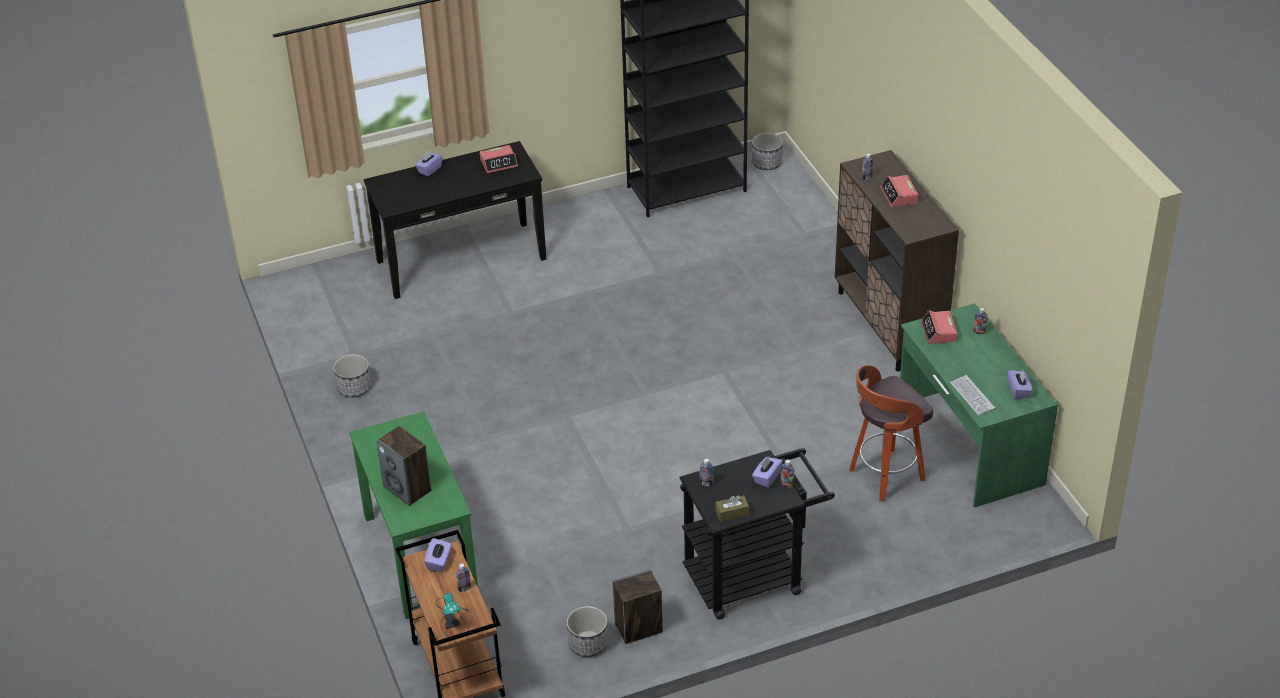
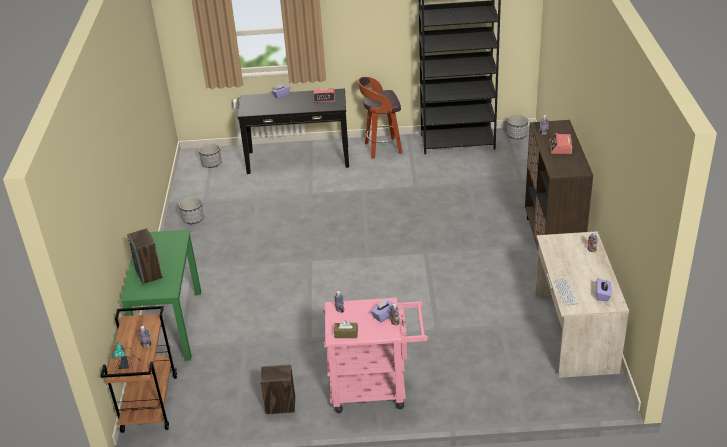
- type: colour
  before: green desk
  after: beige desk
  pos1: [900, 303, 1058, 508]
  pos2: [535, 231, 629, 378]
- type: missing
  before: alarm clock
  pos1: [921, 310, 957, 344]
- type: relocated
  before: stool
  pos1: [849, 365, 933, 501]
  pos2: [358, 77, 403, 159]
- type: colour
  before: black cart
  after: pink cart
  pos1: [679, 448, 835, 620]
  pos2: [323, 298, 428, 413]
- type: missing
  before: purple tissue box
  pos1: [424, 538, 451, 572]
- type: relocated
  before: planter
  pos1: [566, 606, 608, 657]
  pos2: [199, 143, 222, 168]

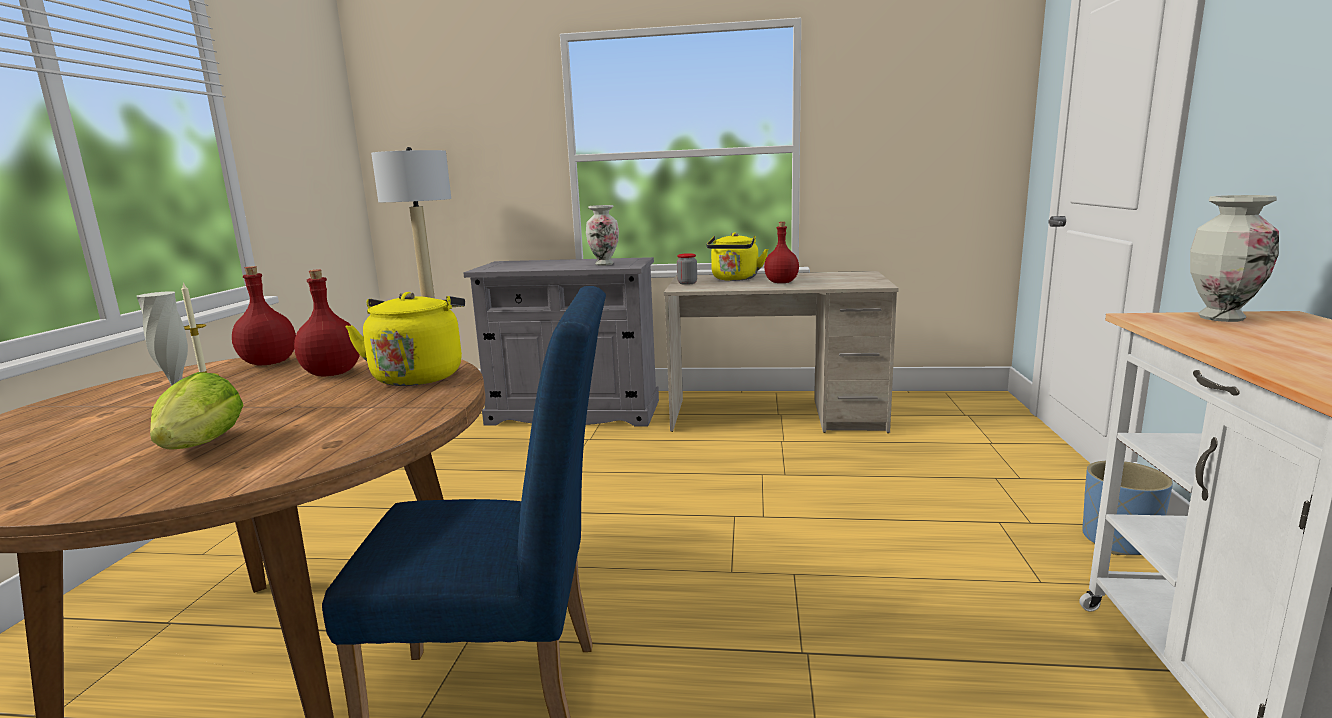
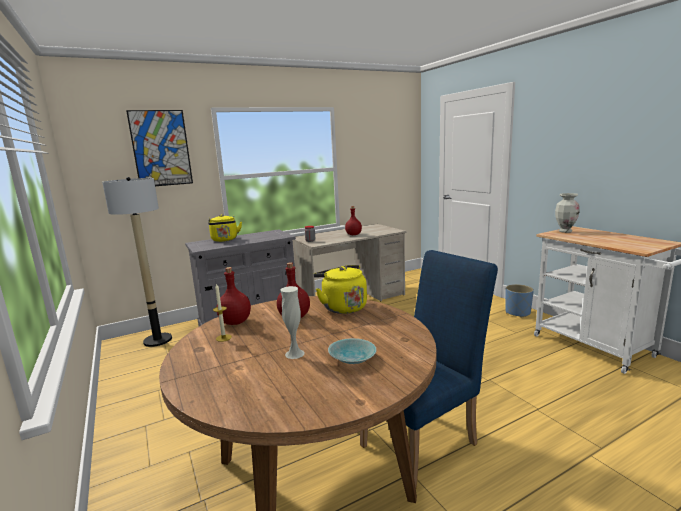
- type: missing
  before: vase
  pos1: [586, 205, 619, 266]
- type: relocated
  before: yellow kettle
  pos1: [706, 233, 768, 281]
  pos2: [208, 214, 242, 242]
- type: exchanged
  before: lettuce
  after: turquoise bowl
  pos1: [150, 372, 243, 450]
  pos2: [328, 338, 377, 364]
- type: appeared
  after: picture
  pos2: [126, 110, 193, 186]

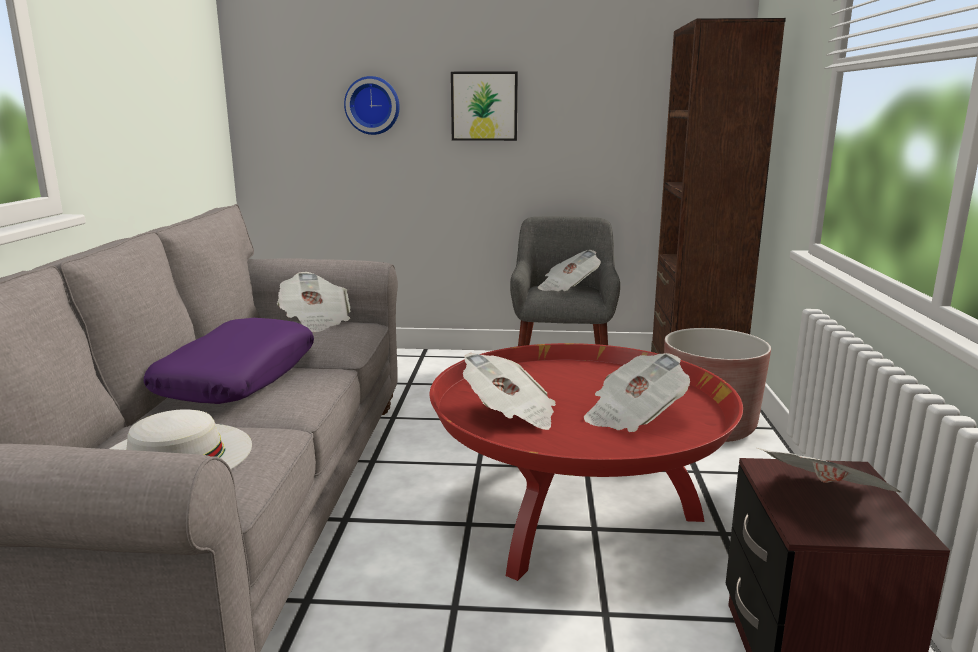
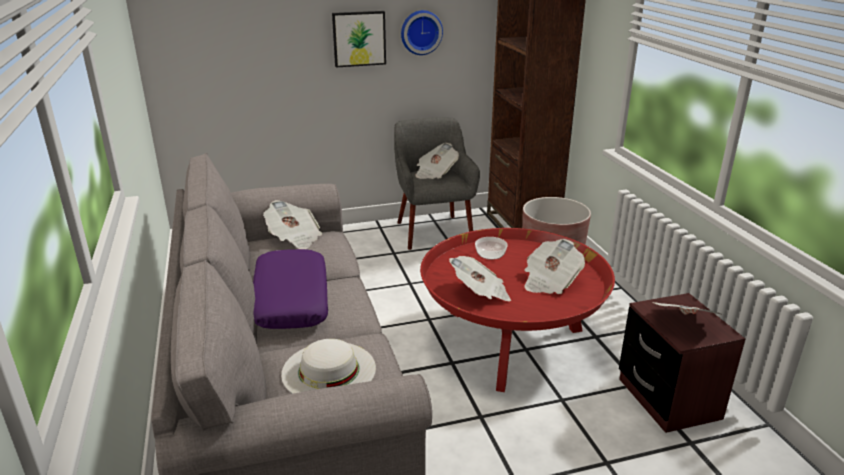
- type: relocated
  before: wall clock
  pos1: [344, 76, 400, 135]
  pos2: [401, 10, 443, 55]
- type: appeared
  after: bowl
  pos2: [475, 237, 508, 260]

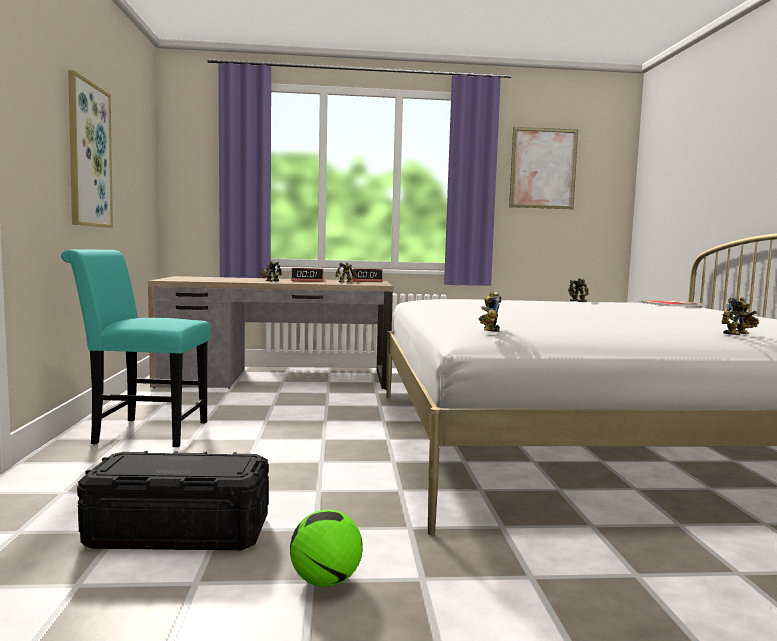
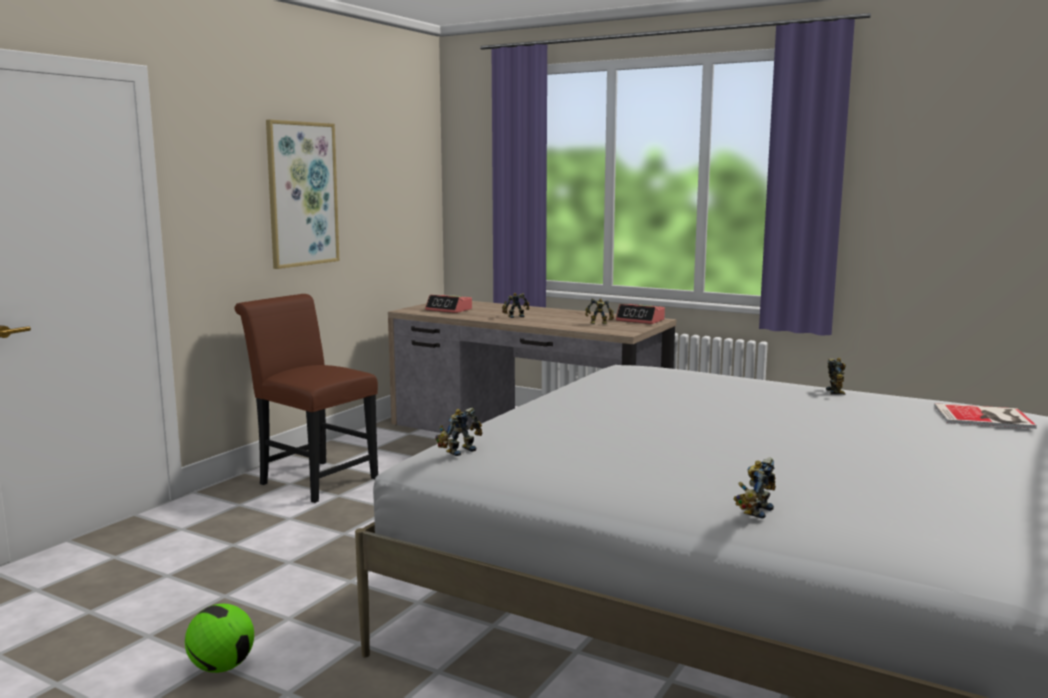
- type: missing
  before: picture
  pos1: [509, 127, 578, 209]
- type: colour
  before: turquoise chair
  after: brown chair
  pos1: [61, 250, 211, 447]
  pos2: [234, 294, 378, 503]
- type: relocated
  before: alarm clock
  pos1: [291, 268, 324, 282]
  pos2: [425, 295, 472, 313]
- type: spun
  before: toy robot
  pos1: [721, 297, 759, 335]
  pos2: [733, 458, 776, 519]
  turn: 120
- type: missing
  before: black storage box
  pos1: [77, 451, 269, 550]

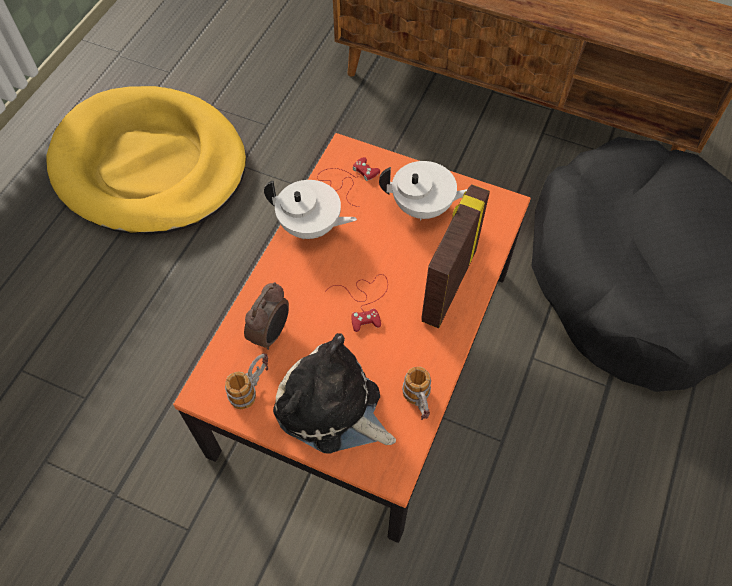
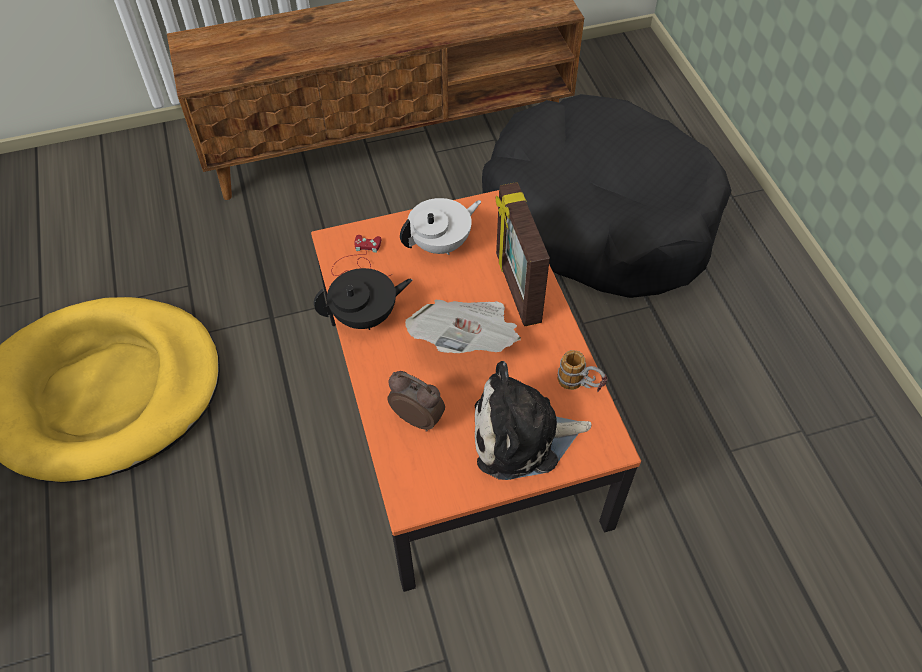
- type: colour
  before: white teapot
  after: black teapot
  pos1: [264, 180, 357, 239]
  pos2: [314, 268, 412, 330]
- type: exchanged
  before: red game controller
  after: newspaper
  pos1: [325, 274, 388, 332]
  pos2: [405, 300, 521, 353]
- type: spun
  before: alarm clock
  pos1: [244, 282, 289, 350]
  pos2: [387, 371, 445, 432]
  turn: -45
- type: missing
  before: mug
  pos1: [225, 353, 268, 409]

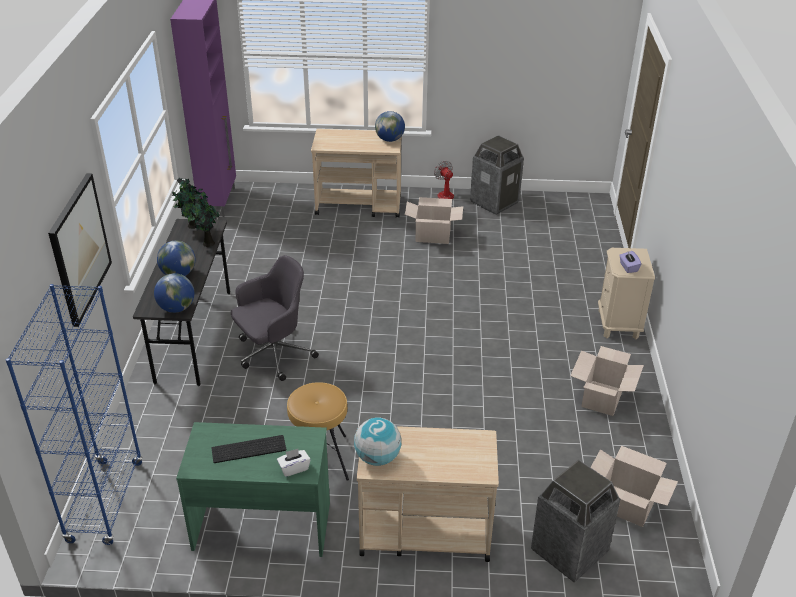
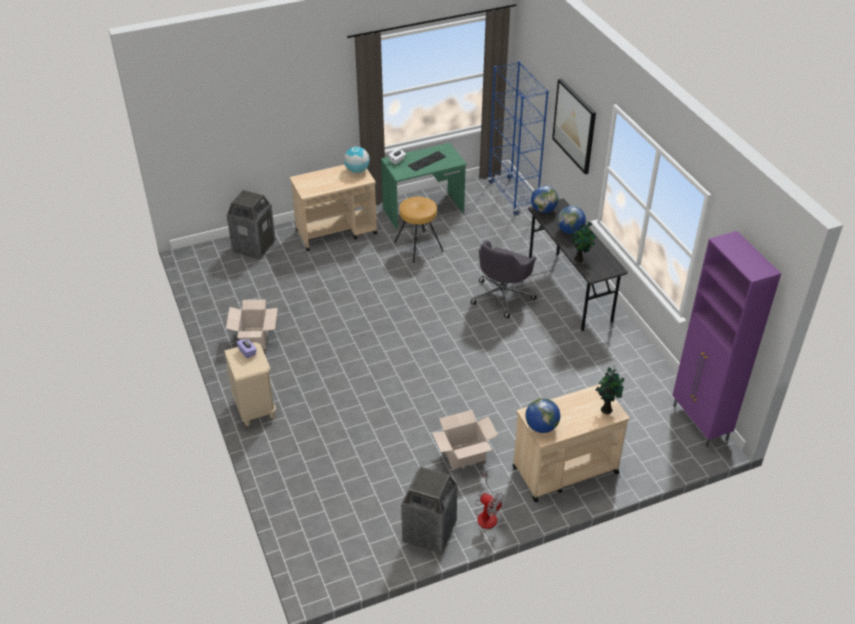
- type: relocated
  before: potted plant
  pos1: [172, 178, 206, 229]
  pos2: [595, 367, 625, 414]
- type: missing
  before: cardboard box
  pos1: [591, 446, 678, 527]

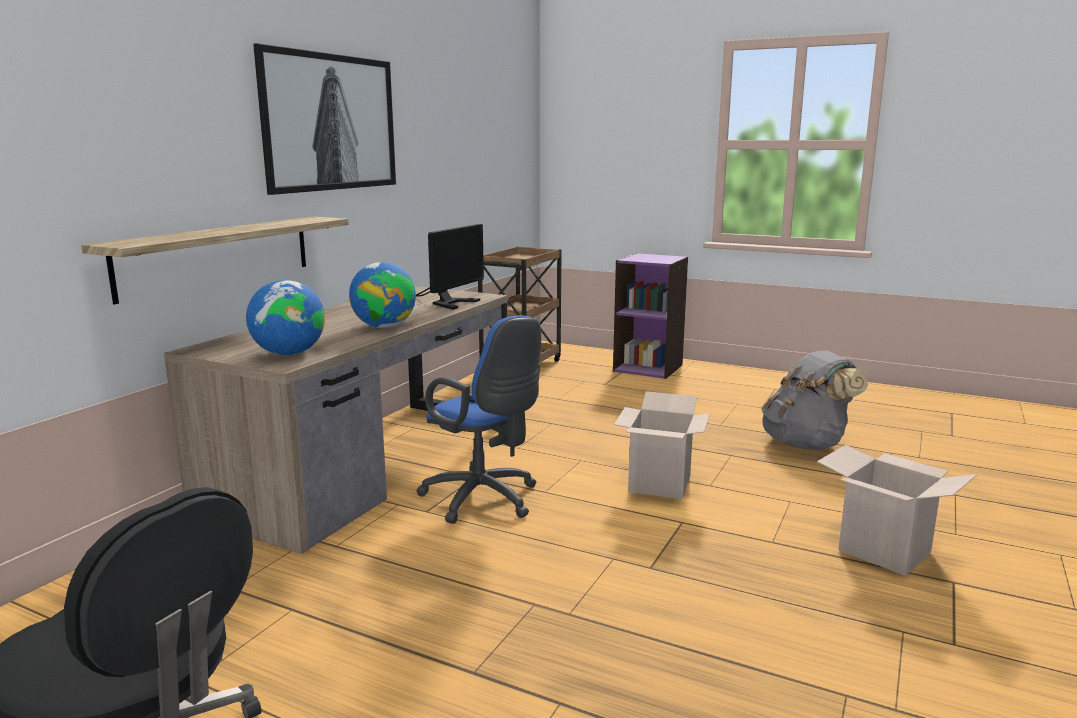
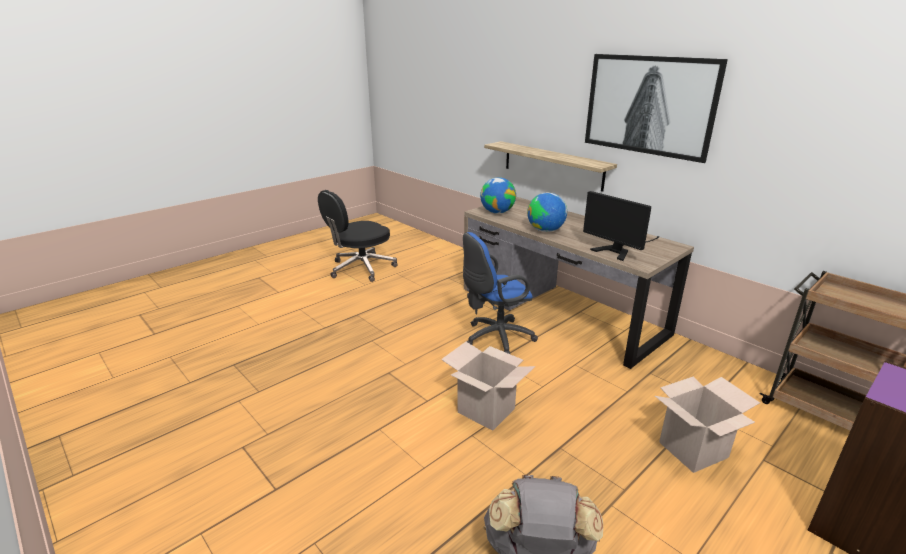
- type: relocated
  before: cardboard box
  pos1: [817, 445, 977, 576]
  pos2: [655, 376, 760, 473]

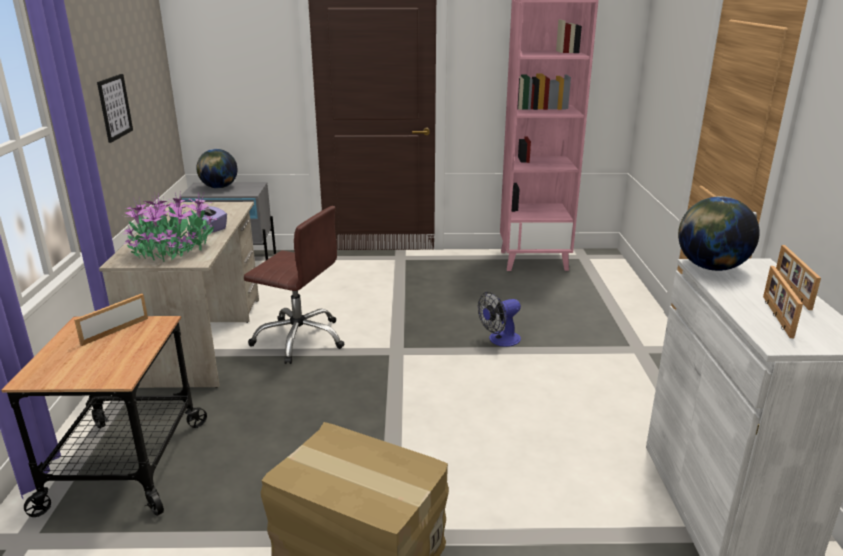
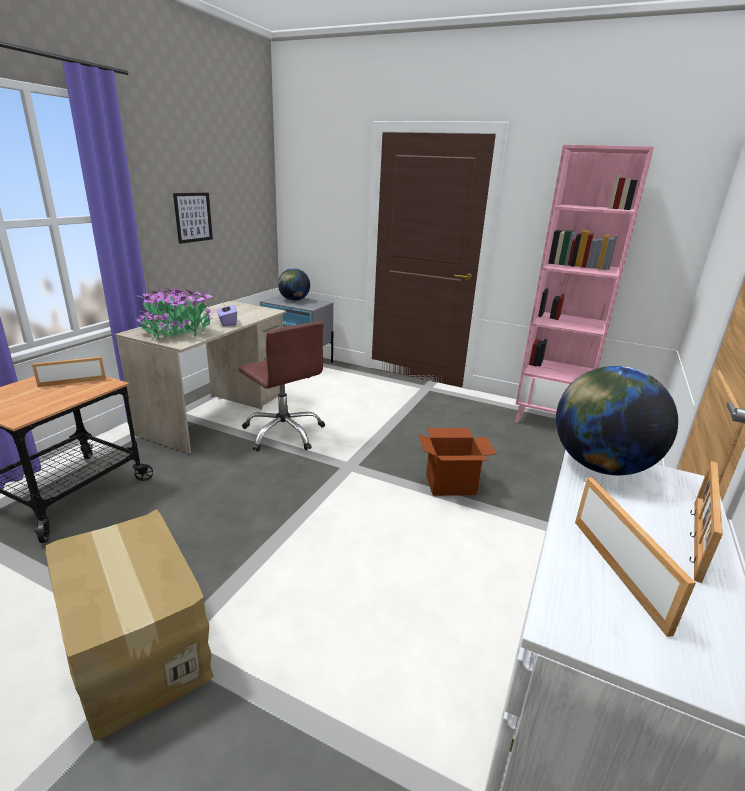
- type: spun
  before: picture frame
  pos1: [763, 266, 803, 338]
  pos2: [575, 477, 696, 637]
  turn: 135
- type: exchanged
  before: fan
  after: cardboard box
  pos1: [478, 292, 521, 347]
  pos2: [418, 428, 497, 496]

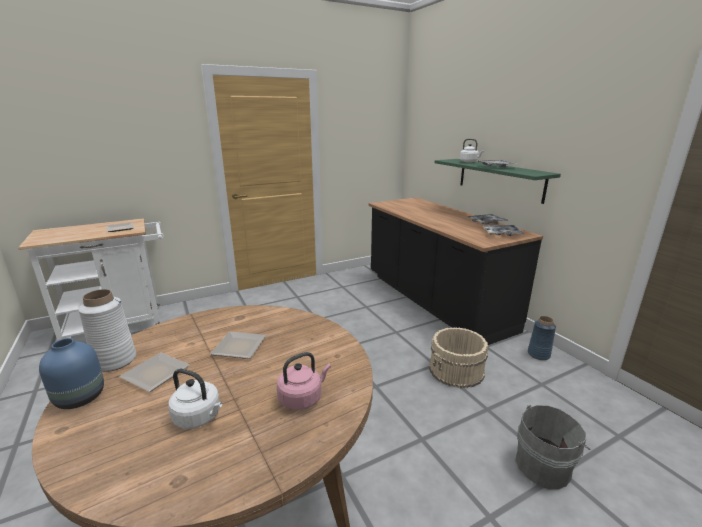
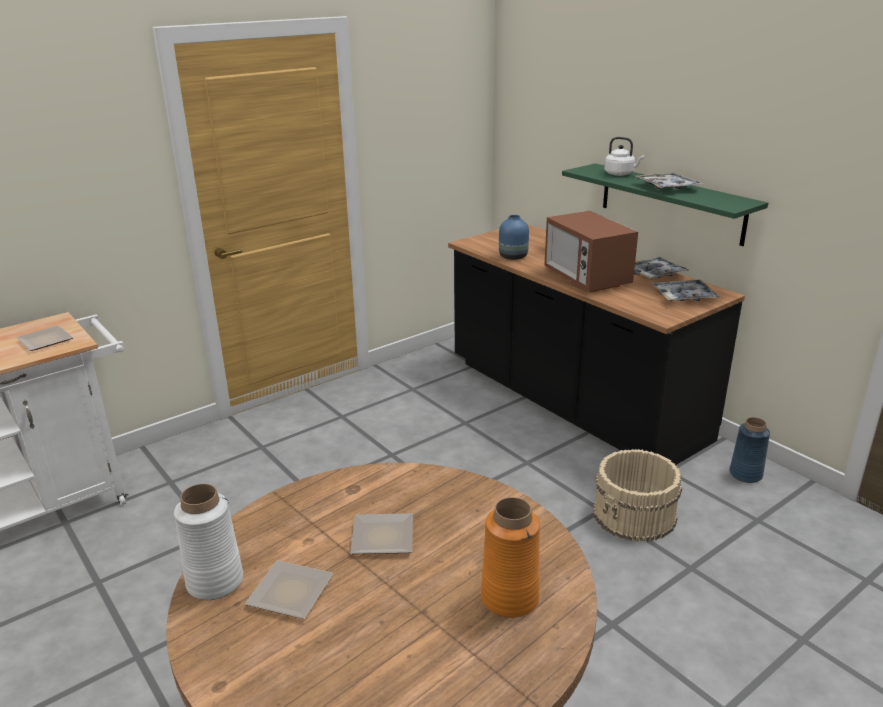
- type: relocated
  before: blue vase
  pos1: [39, 338, 104, 409]
  pos2: [499, 215, 529, 260]
- type: exchanged
  before: pink kettle
  after: orange vase
  pos1: [277, 352, 331, 410]
  pos2: [481, 497, 540, 618]
- type: missing
  before: white kettle
  pos1: [168, 369, 223, 429]
- type: missing
  before: grey bucket
  pos1: [515, 405, 591, 490]
- type: appeared
  after: microwave
  pos2: [544, 211, 638, 292]

